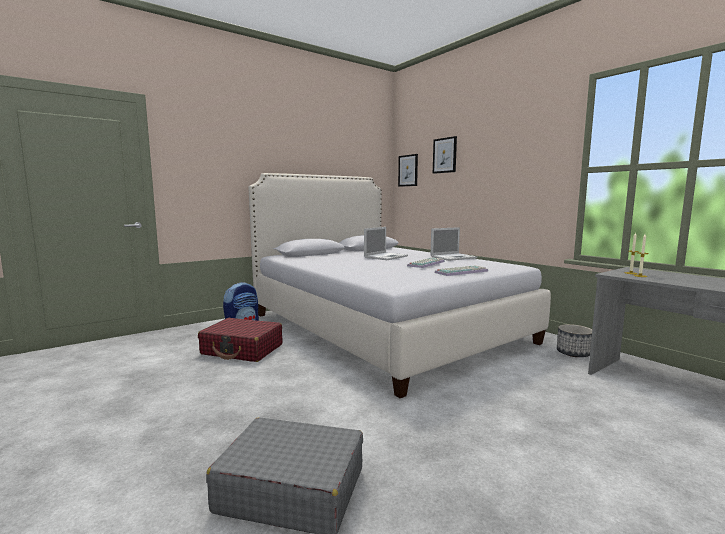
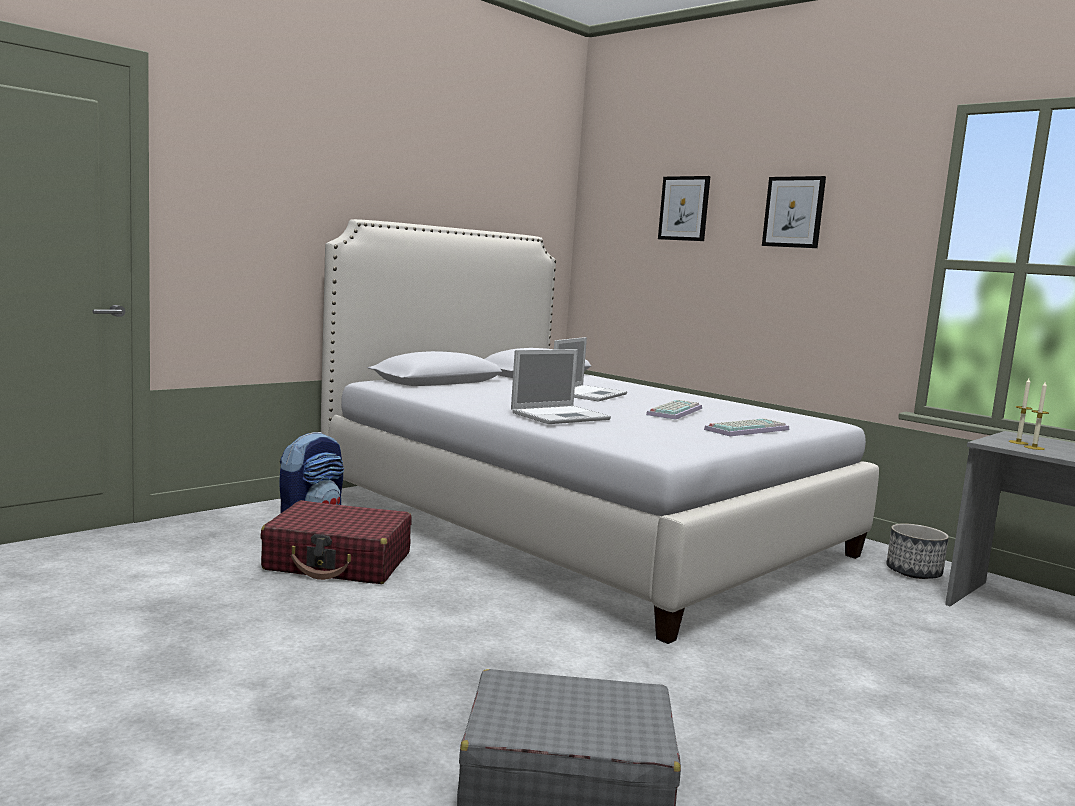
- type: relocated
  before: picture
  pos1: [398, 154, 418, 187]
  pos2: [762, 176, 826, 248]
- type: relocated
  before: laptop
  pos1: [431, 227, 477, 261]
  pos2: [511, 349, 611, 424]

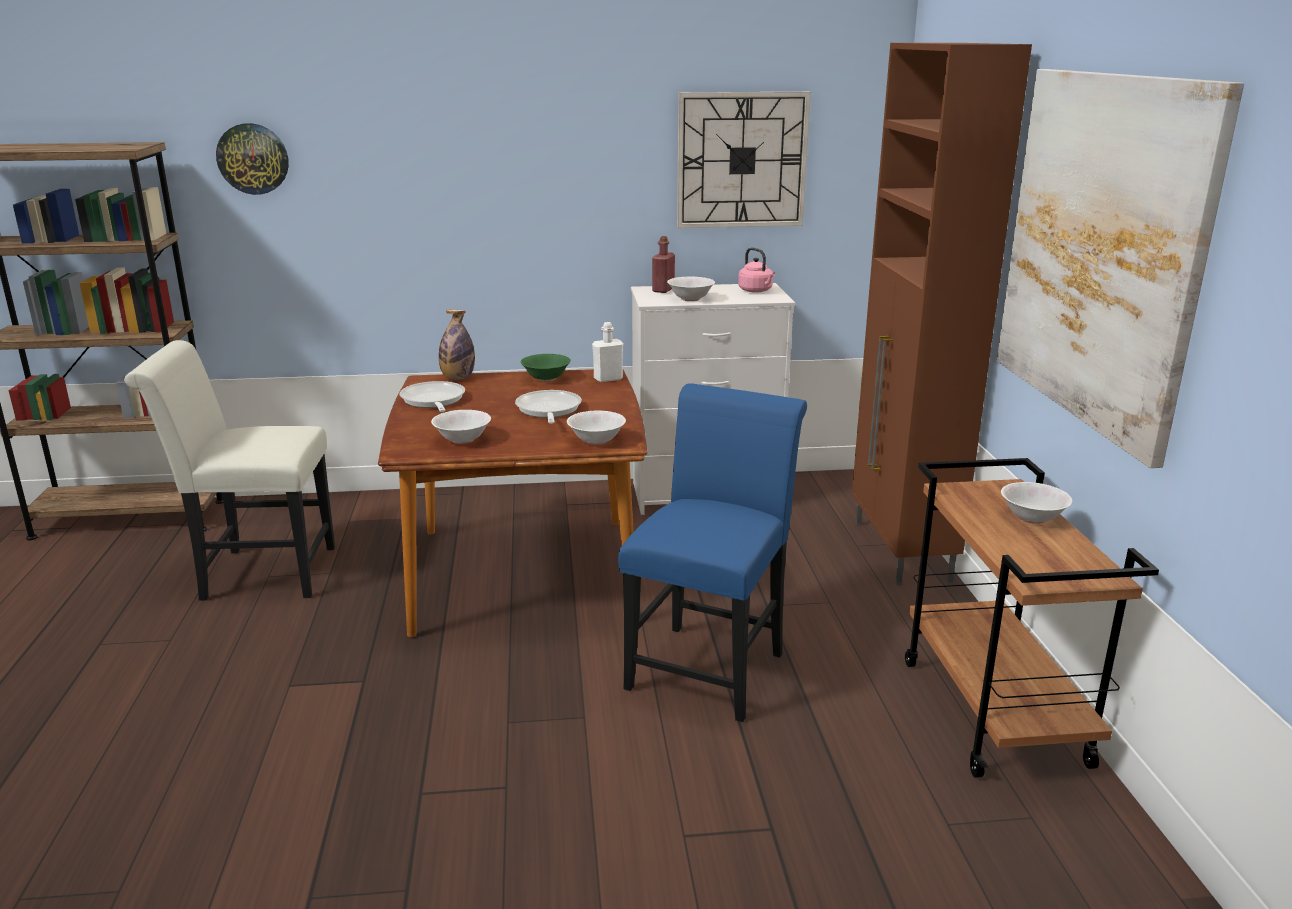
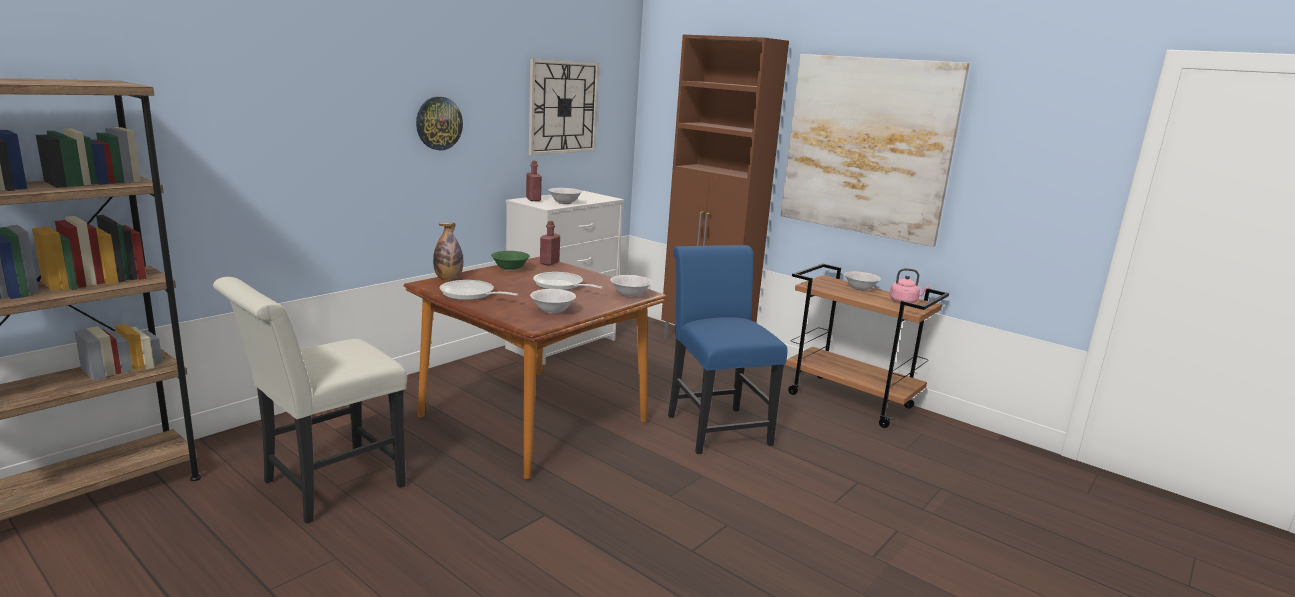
- type: relocated
  before: wall clock
  pos1: [216, 123, 289, 195]
  pos2: [416, 97, 463, 150]
- type: relocated
  before: pink kettle
  pos1: [738, 247, 775, 293]
  pos2: [890, 268, 930, 303]
- type: colour
  before: white bottle
  after: red bottle
  pos1: [592, 322, 623, 382]
  pos2: [540, 221, 560, 266]

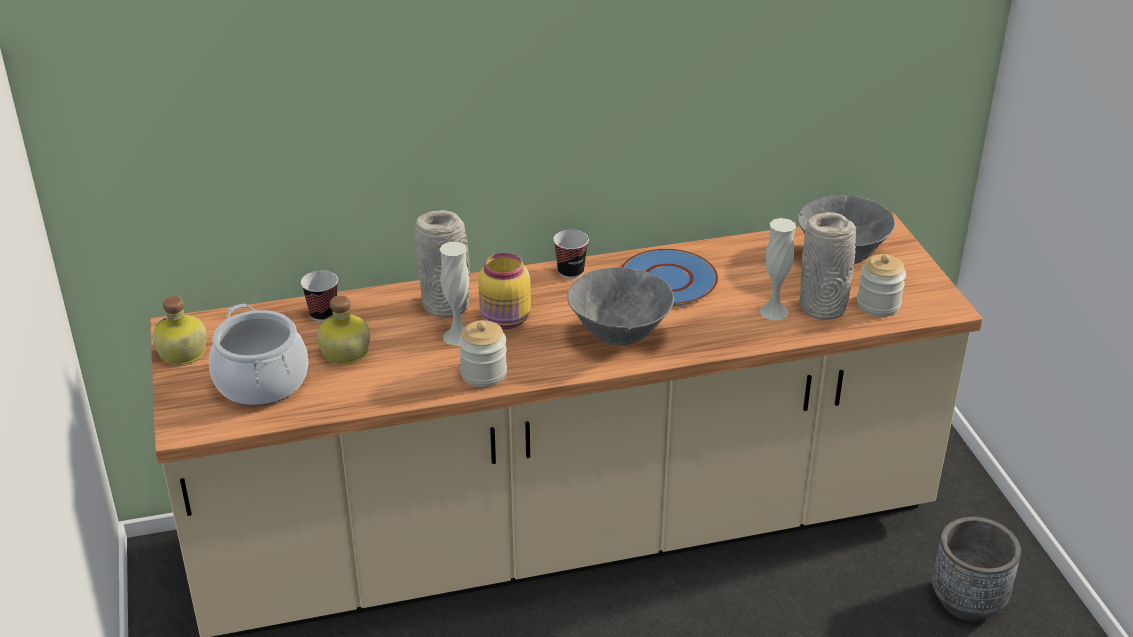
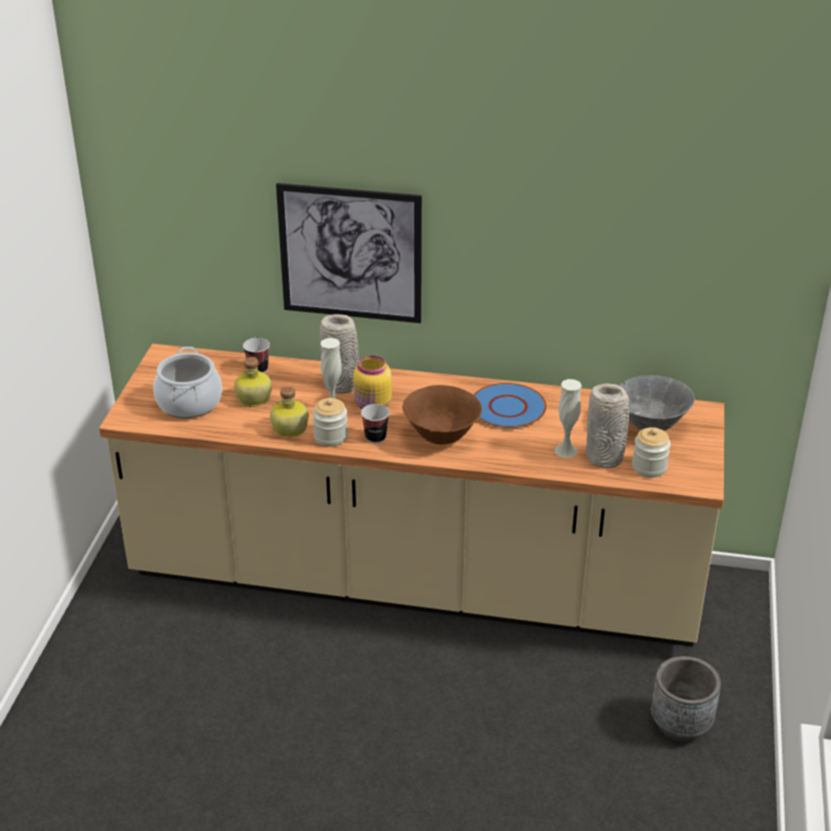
- type: relocated
  before: cup
  pos1: [553, 230, 589, 279]
  pos2: [361, 404, 390, 443]
- type: colour
  before: grey bowl
  after: brown bowl
  pos1: [567, 267, 674, 346]
  pos2: [402, 385, 482, 445]
- type: relocated
  before: bottle
  pos1: [152, 296, 207, 365]
  pos2: [270, 386, 309, 437]
- type: appeared
  after: picture
  pos2: [276, 183, 422, 323]

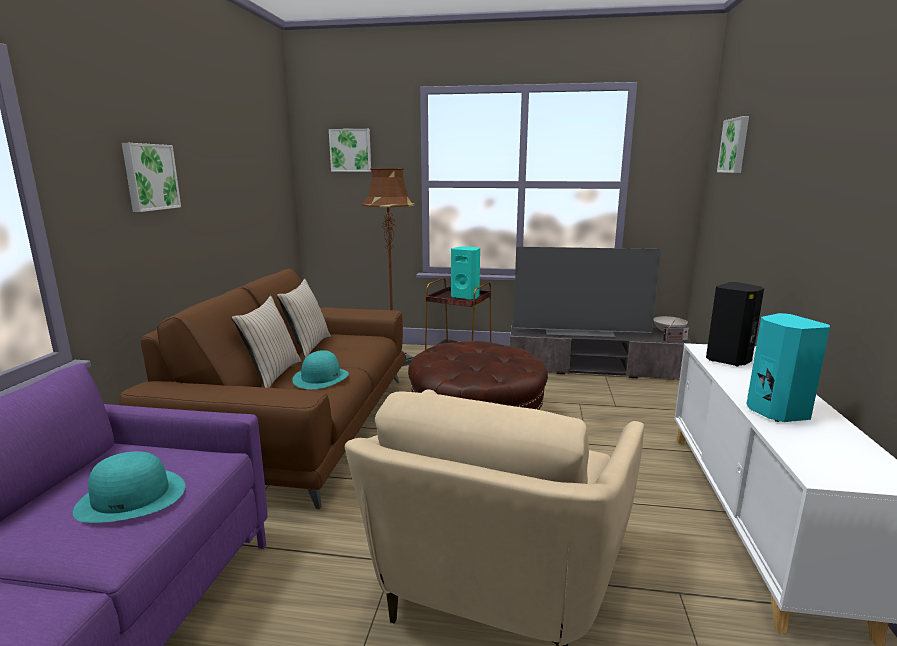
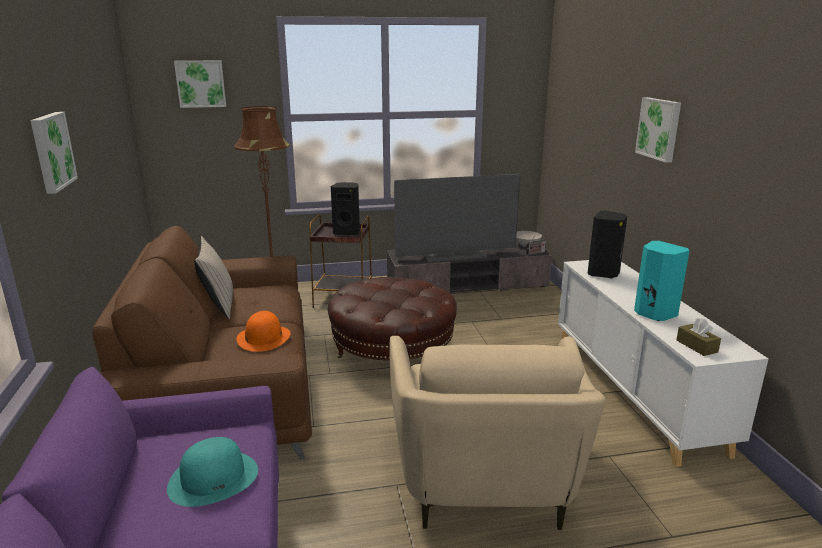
- type: relocated
  before: picture
  pos1: [717, 116, 749, 173]
  pos2: [635, 97, 681, 163]
- type: colour
  before: turquoise speaker
  after: black speaker
  pos1: [451, 246, 480, 300]
  pos2: [331, 182, 360, 235]
- type: missing
  before: beige pillow
  pos1: [231, 296, 301, 388]
- type: colour
  before: turquoise hat
  after: orange hat
  pos1: [292, 350, 349, 389]
  pos2: [237, 311, 290, 352]
- type: appeared
  after: brown tissue box
  pos2: [676, 318, 721, 356]

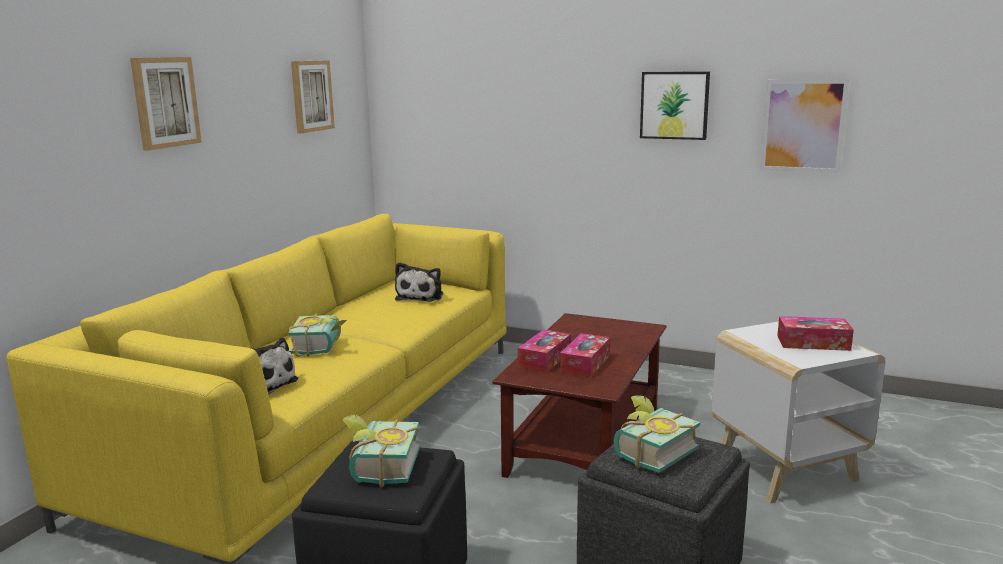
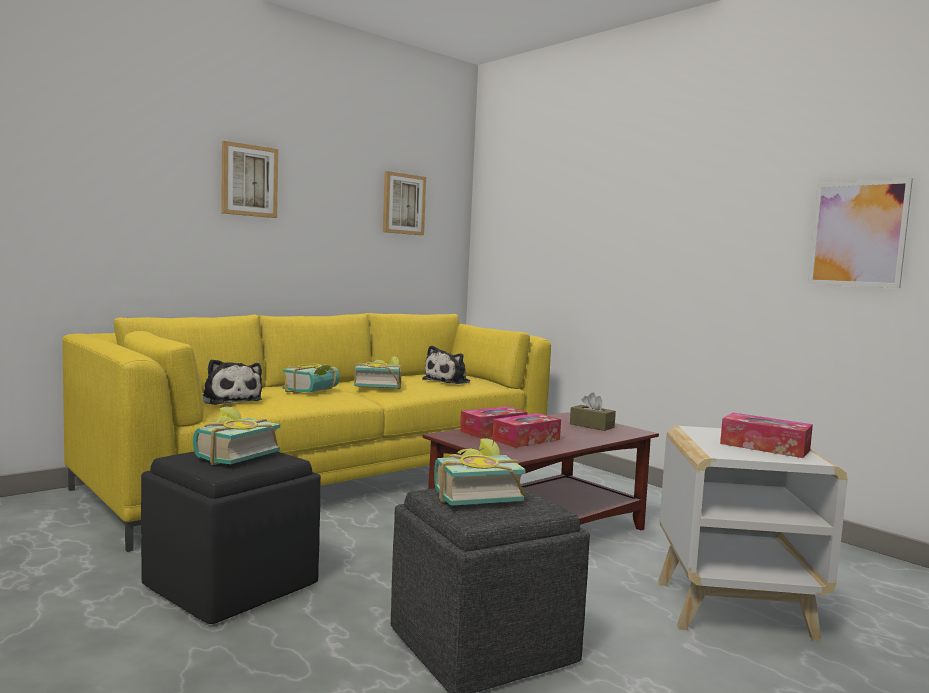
- type: missing
  before: picture
  pos1: [640, 71, 710, 140]
- type: appeared
  after: book
  pos2: [354, 356, 401, 389]
- type: appeared
  after: brown tissue box
  pos2: [570, 393, 616, 431]

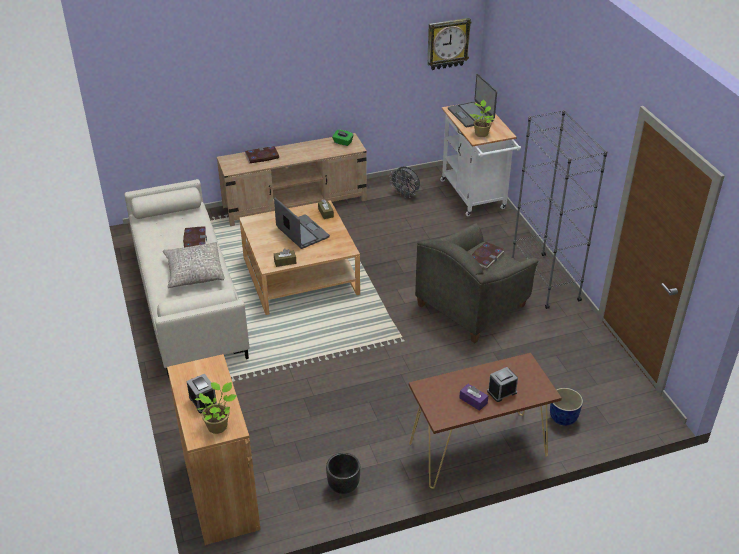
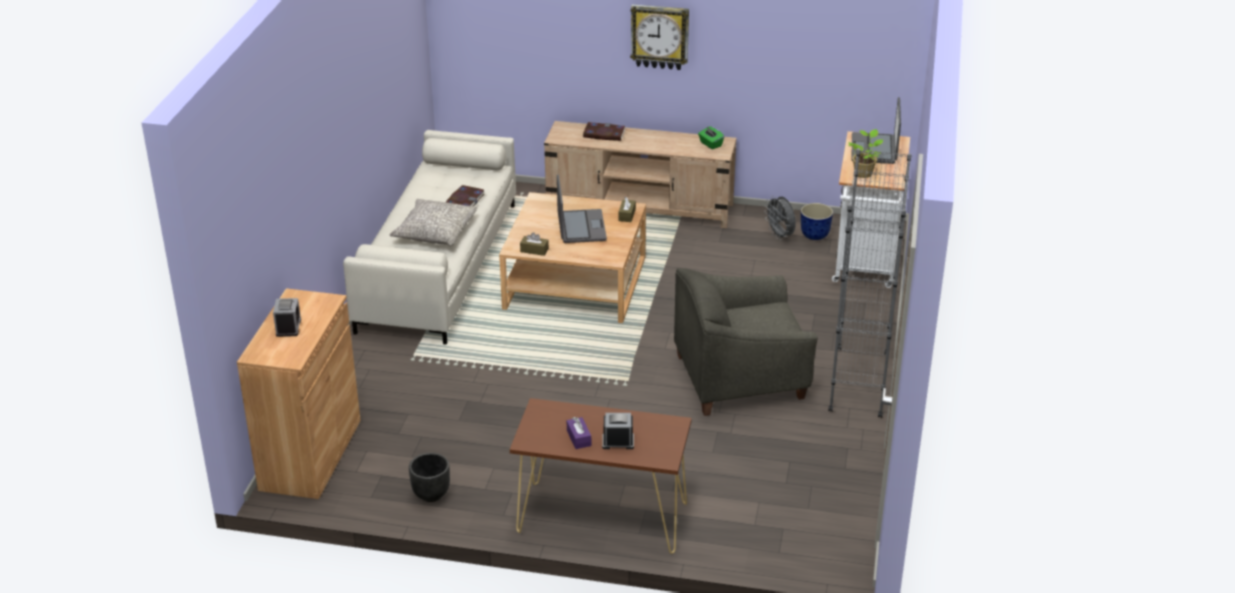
- type: relocated
  before: wall clock
  pos1: [427, 18, 471, 70]
  pos2: [630, 4, 689, 70]
- type: missing
  before: book
  pos1: [472, 242, 504, 269]
- type: missing
  before: potted plant
  pos1: [195, 382, 237, 434]
- type: relocated
  before: planter
  pos1: [550, 388, 583, 426]
  pos2: [801, 203, 833, 240]

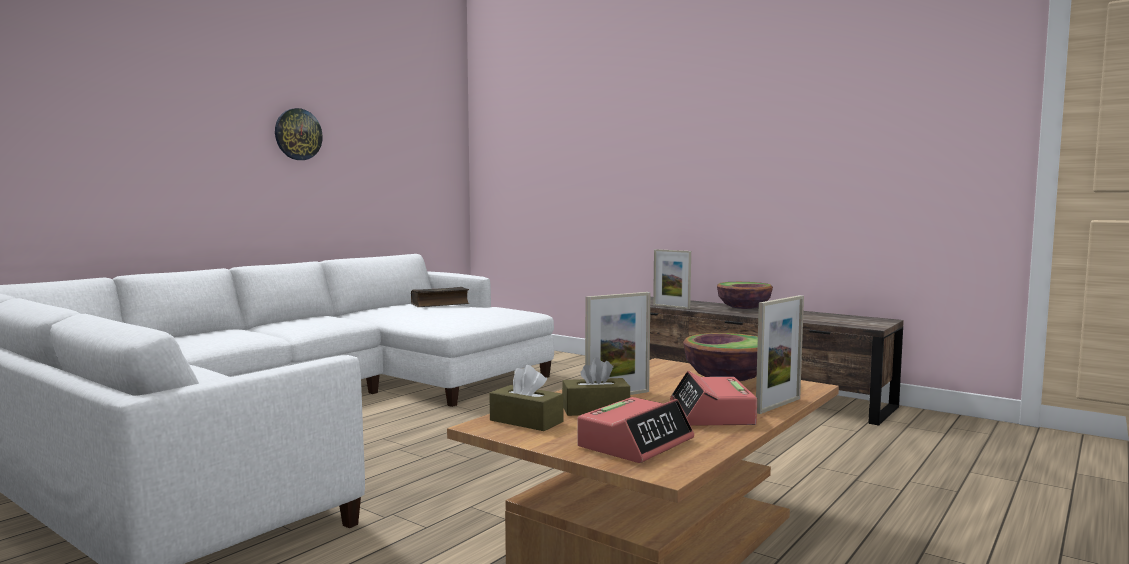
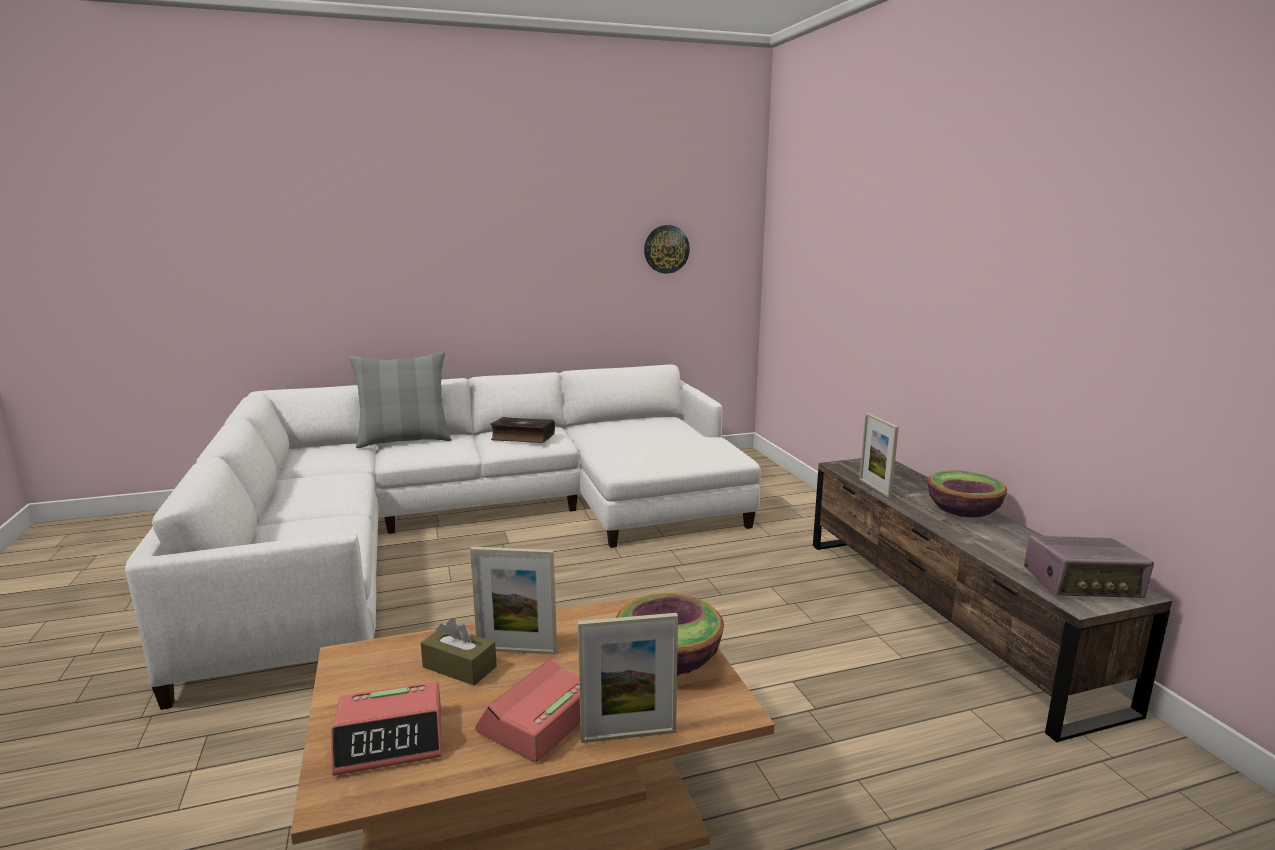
- type: relocated
  before: wall clock
  pos1: [275, 108, 323, 160]
  pos2: [644, 225, 690, 274]
- type: relocated
  before: book
  pos1: [411, 287, 469, 307]
  pos2: [491, 417, 555, 443]
- type: missing
  before: brown tissue box
  pos1: [490, 365, 563, 431]
- type: appeared
  after: grey pillow
  pos2: [349, 351, 452, 448]
- type: appeared
  after: radio
  pos2: [1024, 535, 1154, 598]

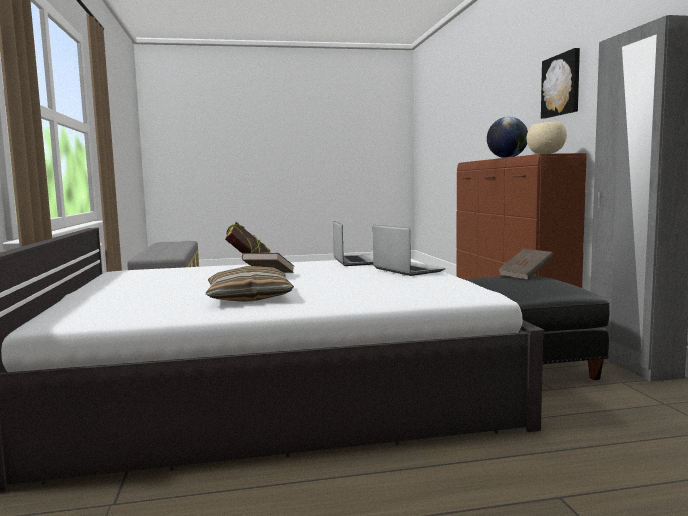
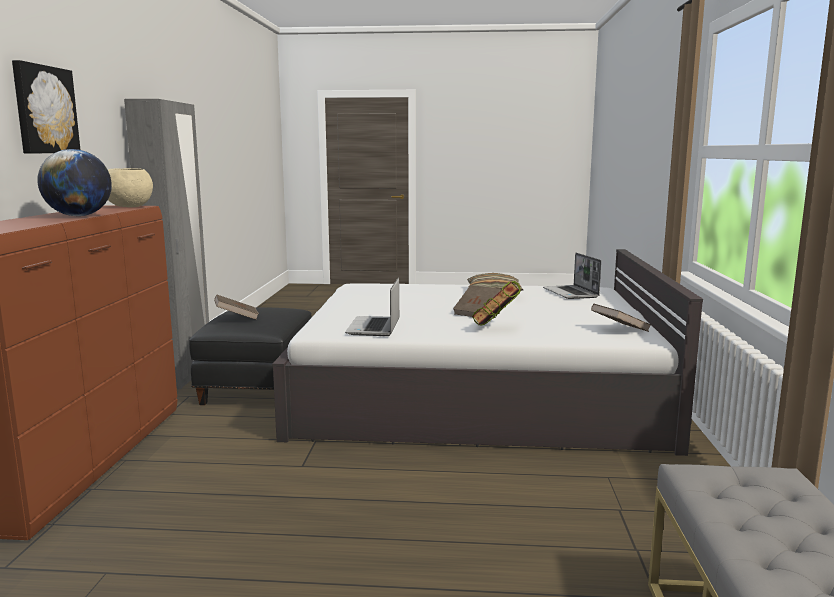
- type: relocated
  before: laptop
  pos1: [373, 225, 446, 276]
  pos2: [543, 253, 601, 299]
- type: appeared
  after: brown book
  pos2: [591, 304, 651, 332]

